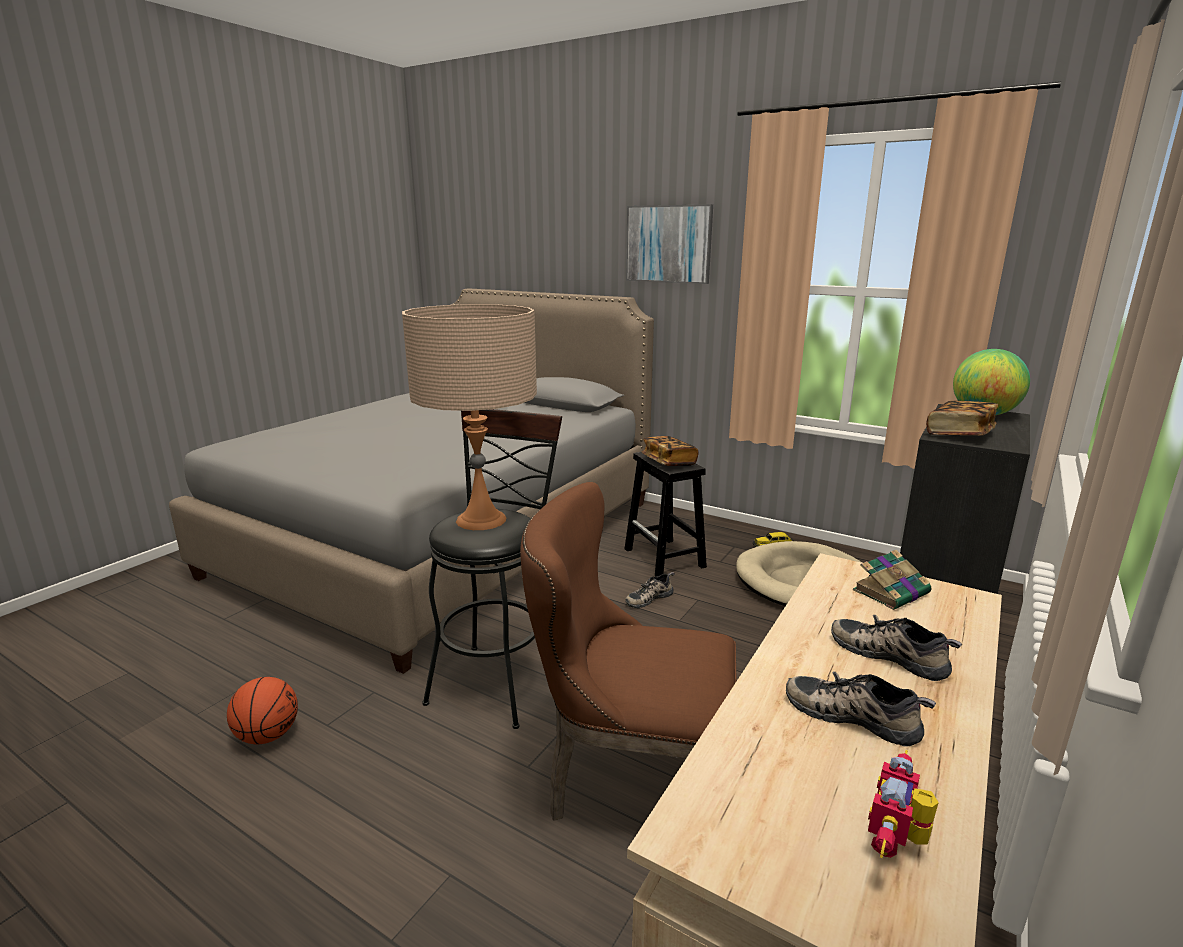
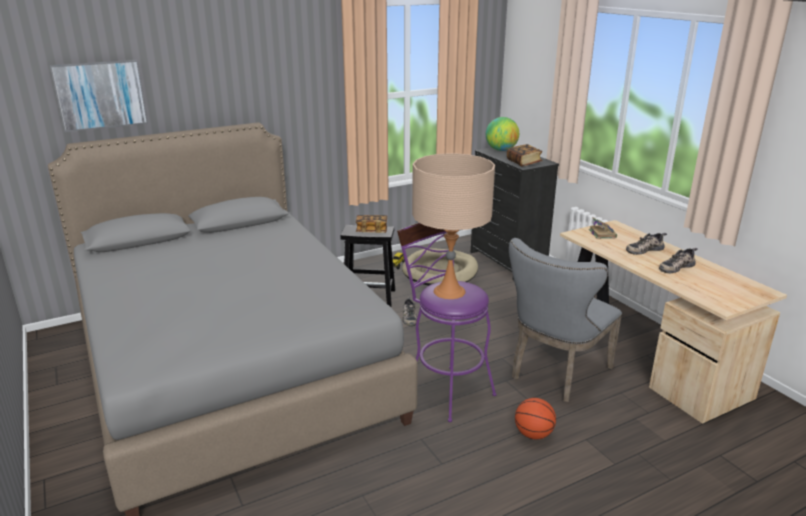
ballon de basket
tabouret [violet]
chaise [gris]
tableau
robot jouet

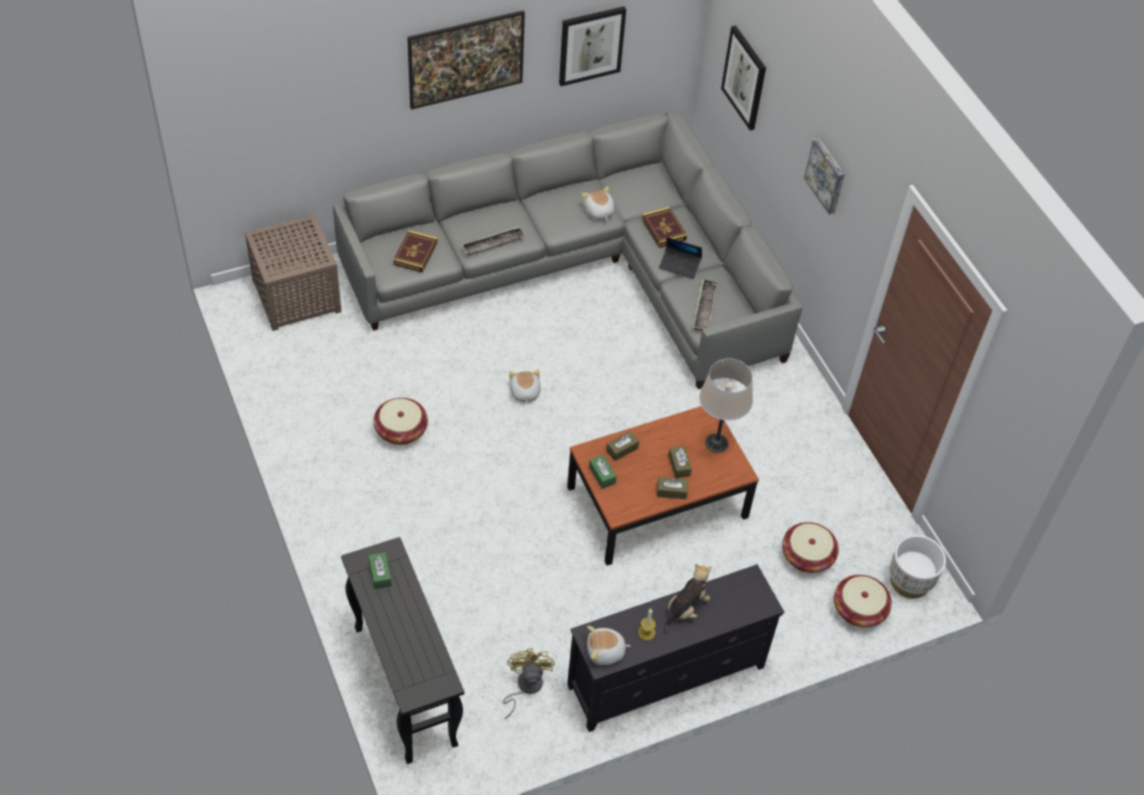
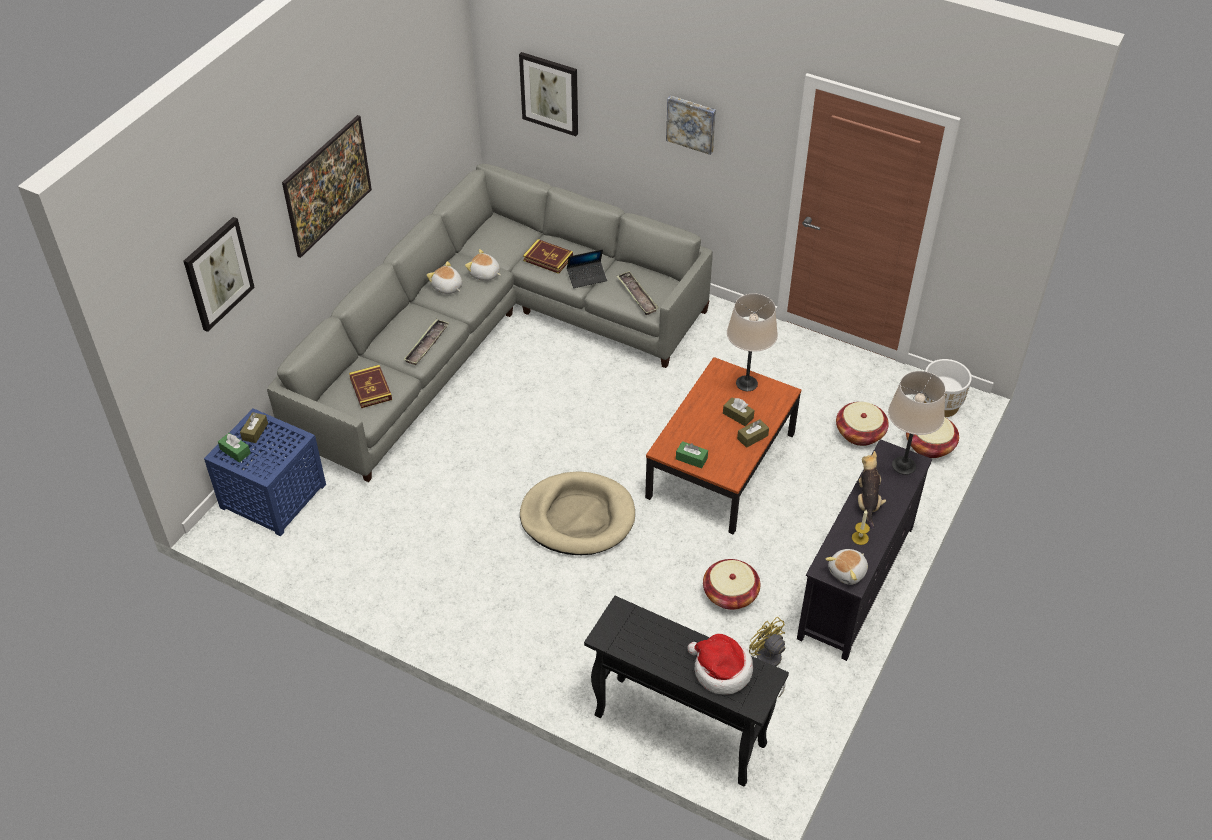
table d'appoint [bleu]
boîte à mouchoirs [vert] (1st from left)
panier (1st from left)
peluche (1st from left)
tableau (1st from left)
boîte à mouchoirs [marron] (1st from left)
panier pour chien [beige]
chapeau
lampe de table [beige] (2nd from left)

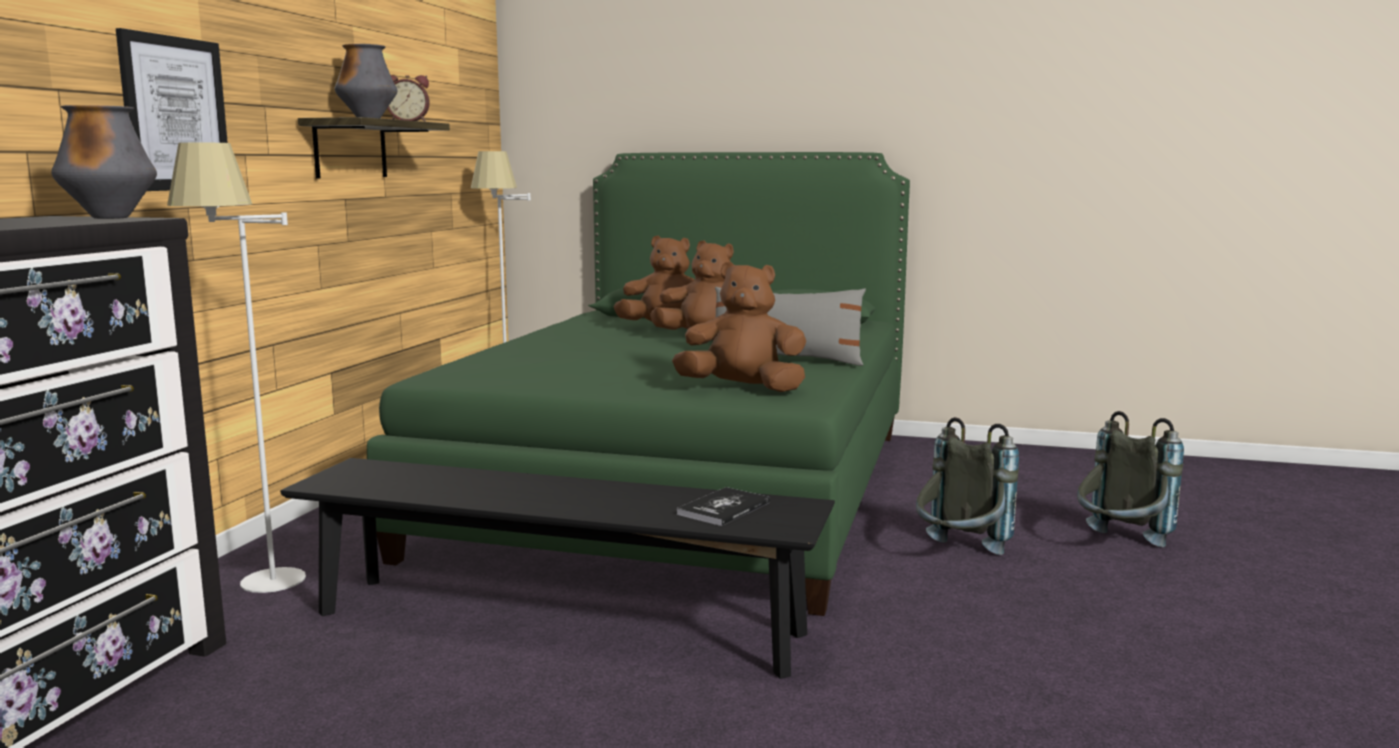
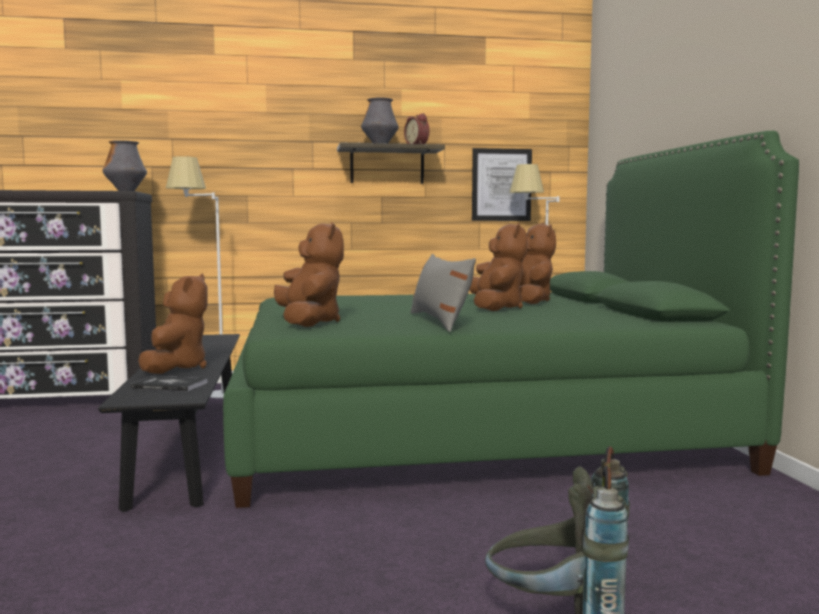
tableau
sac à dos [gris] (1st from left in the first image)
peluche [marron] (1st from left)

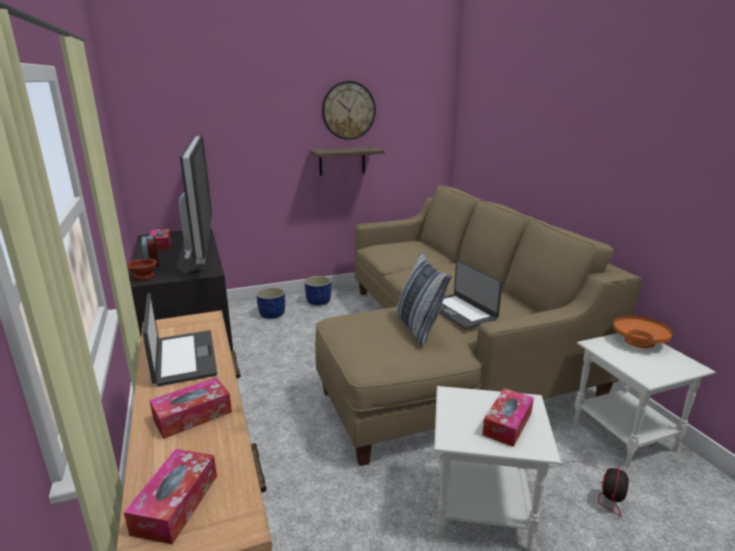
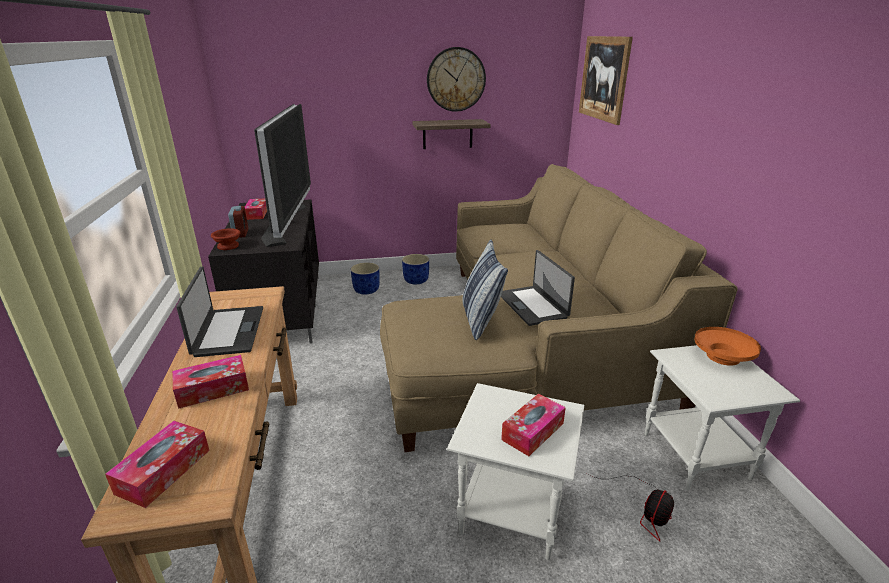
tableau

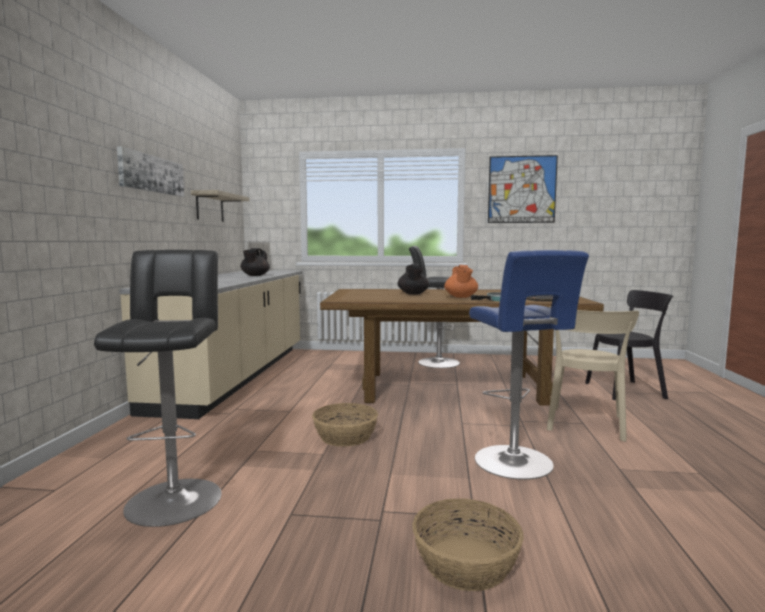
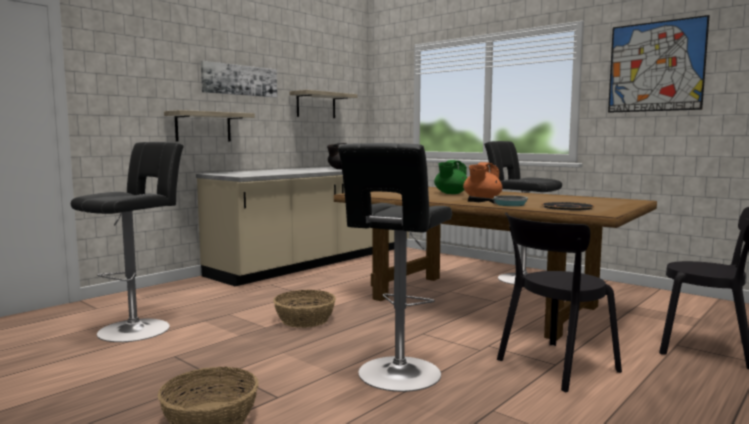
théière [vert]
tabouret [noir] (2nd from left)
chaise [noir] (1st from left)
étagère (1st from left)

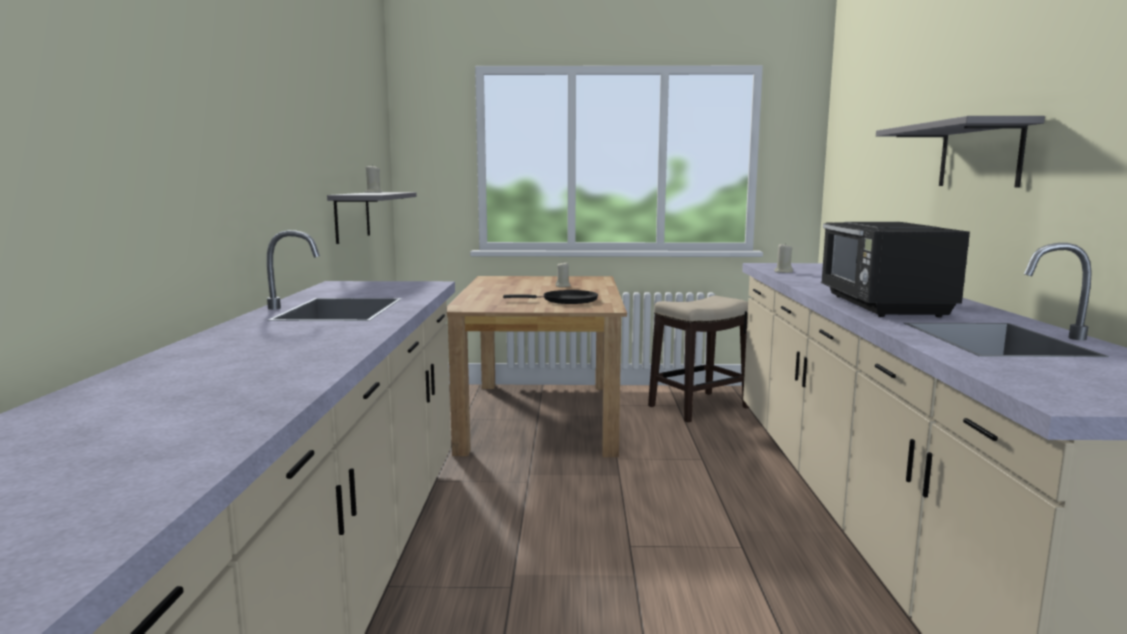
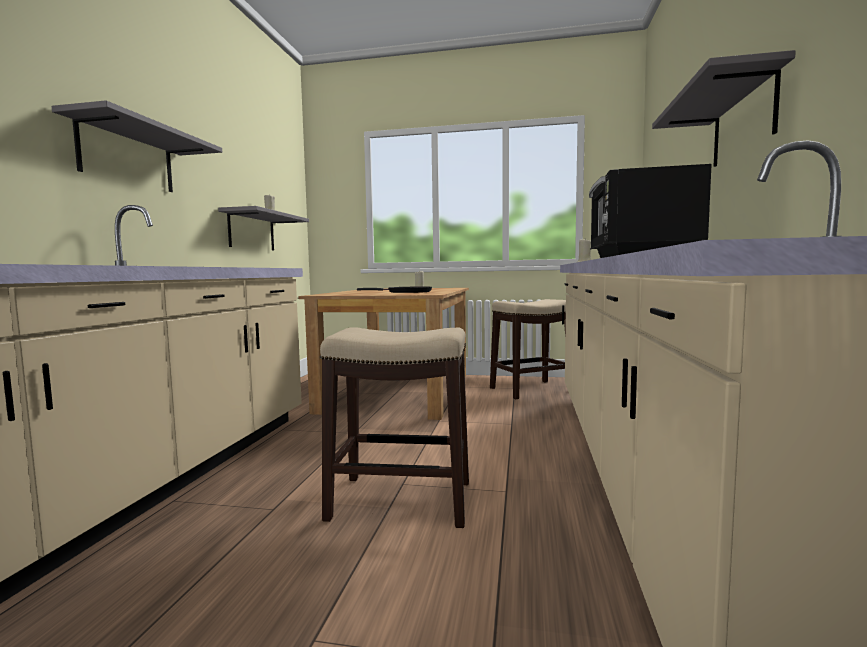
étagère [gris] (1st from left)
tabouret (1st from left)

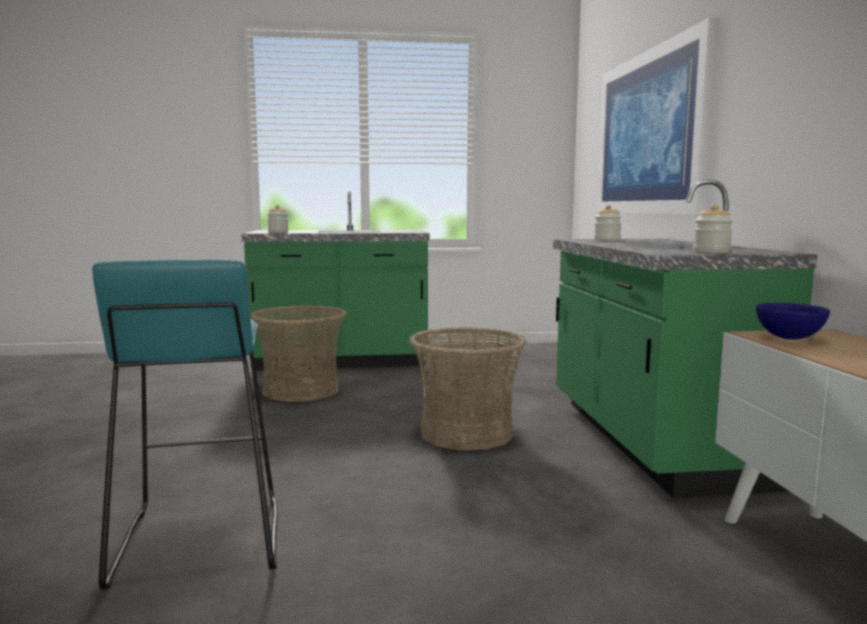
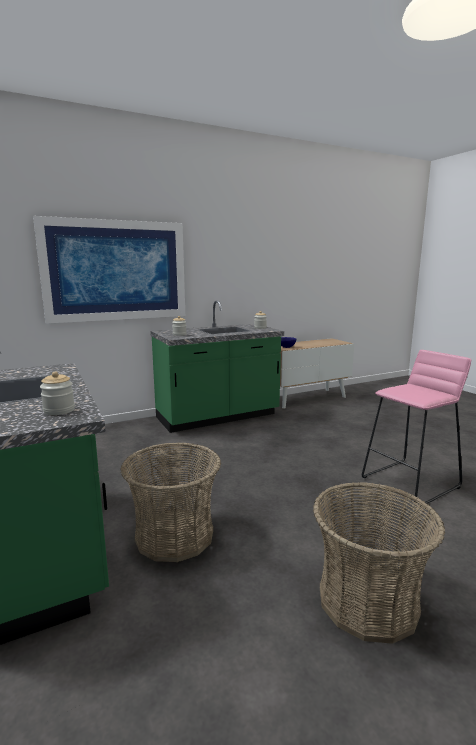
tabouret [rose]
panier (2nd from left)

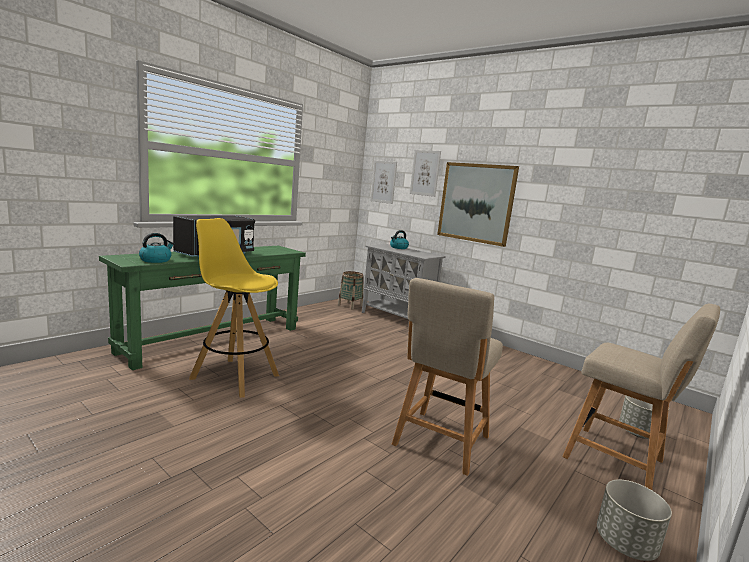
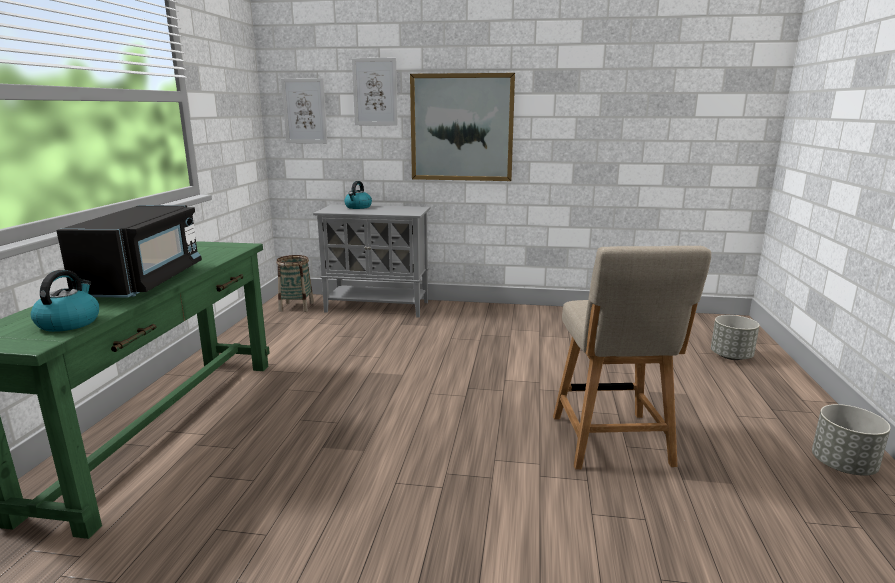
tabouret [jaune]
chaise [beige] (2nd from left in the first image)

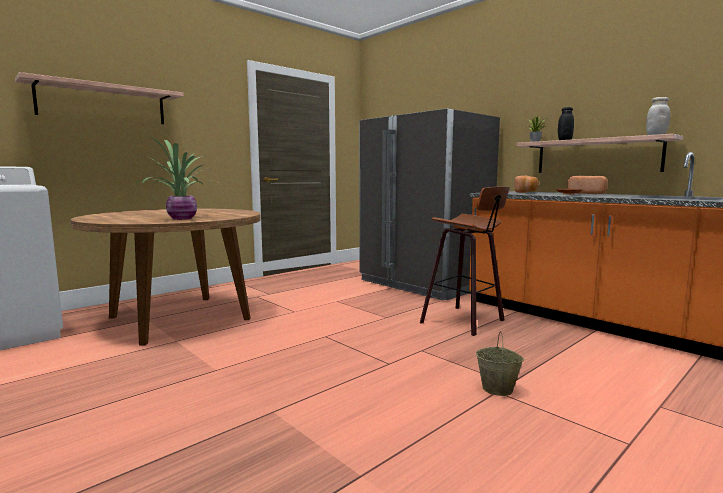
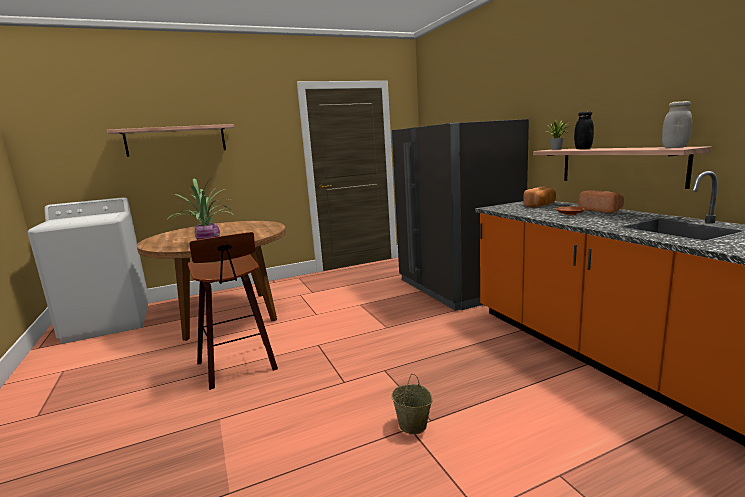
tabouret

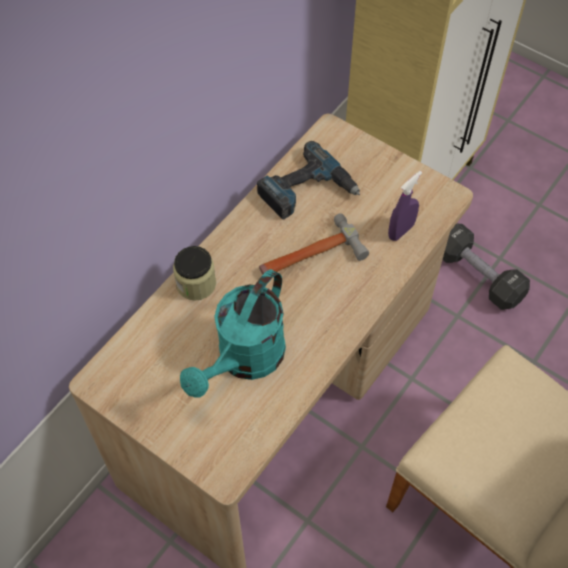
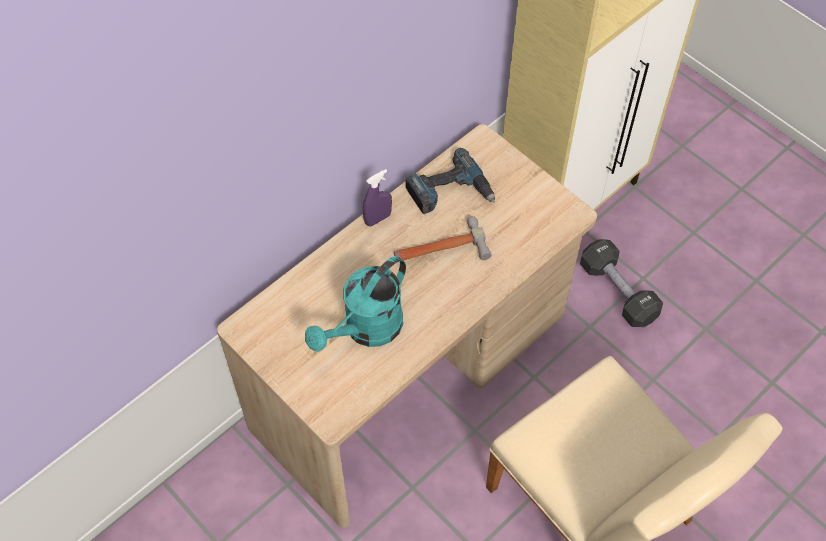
bocal
vaporisateur [violet]

